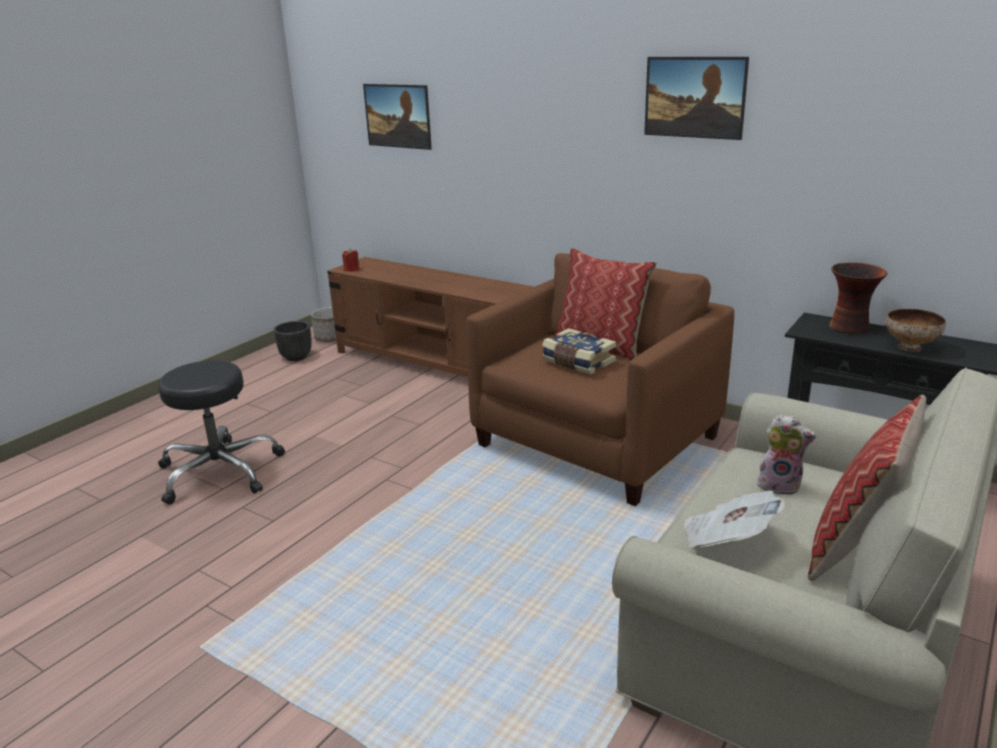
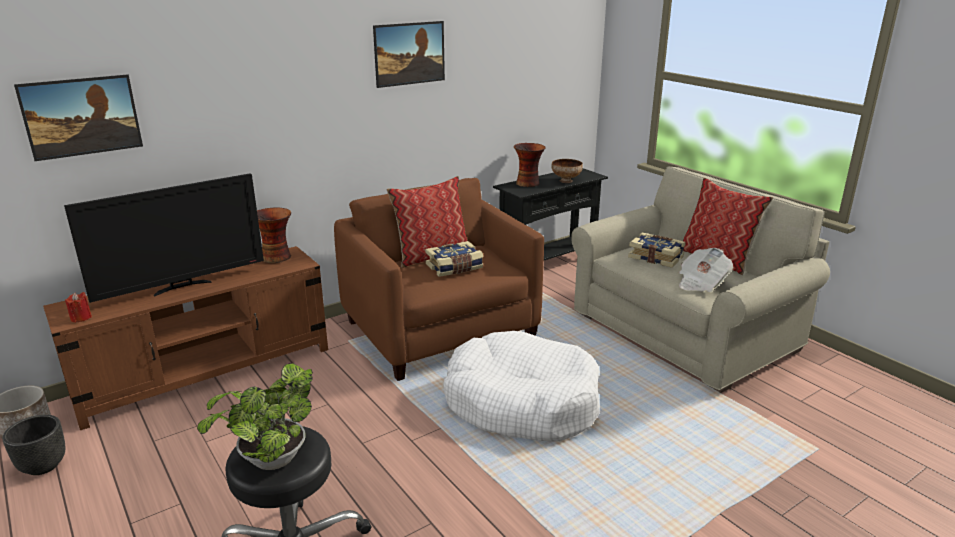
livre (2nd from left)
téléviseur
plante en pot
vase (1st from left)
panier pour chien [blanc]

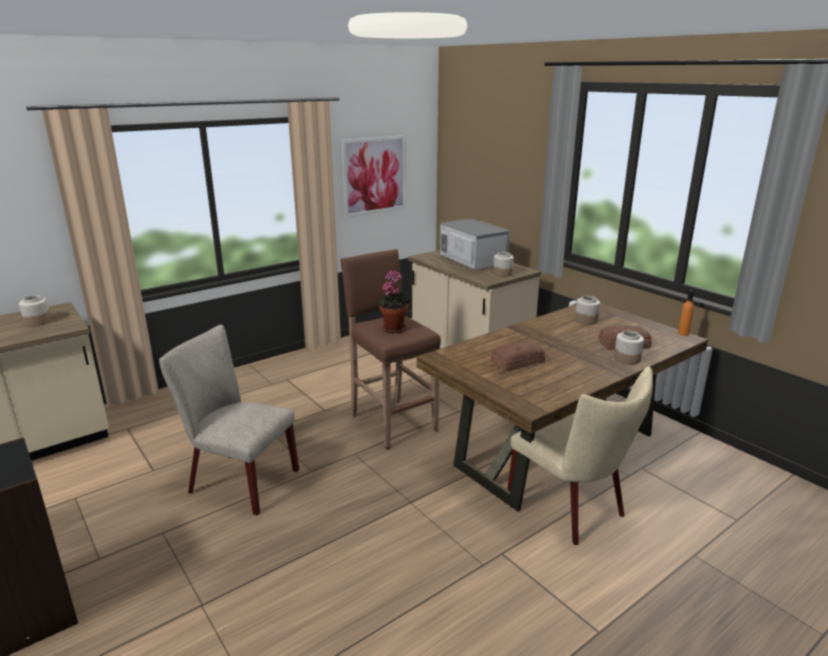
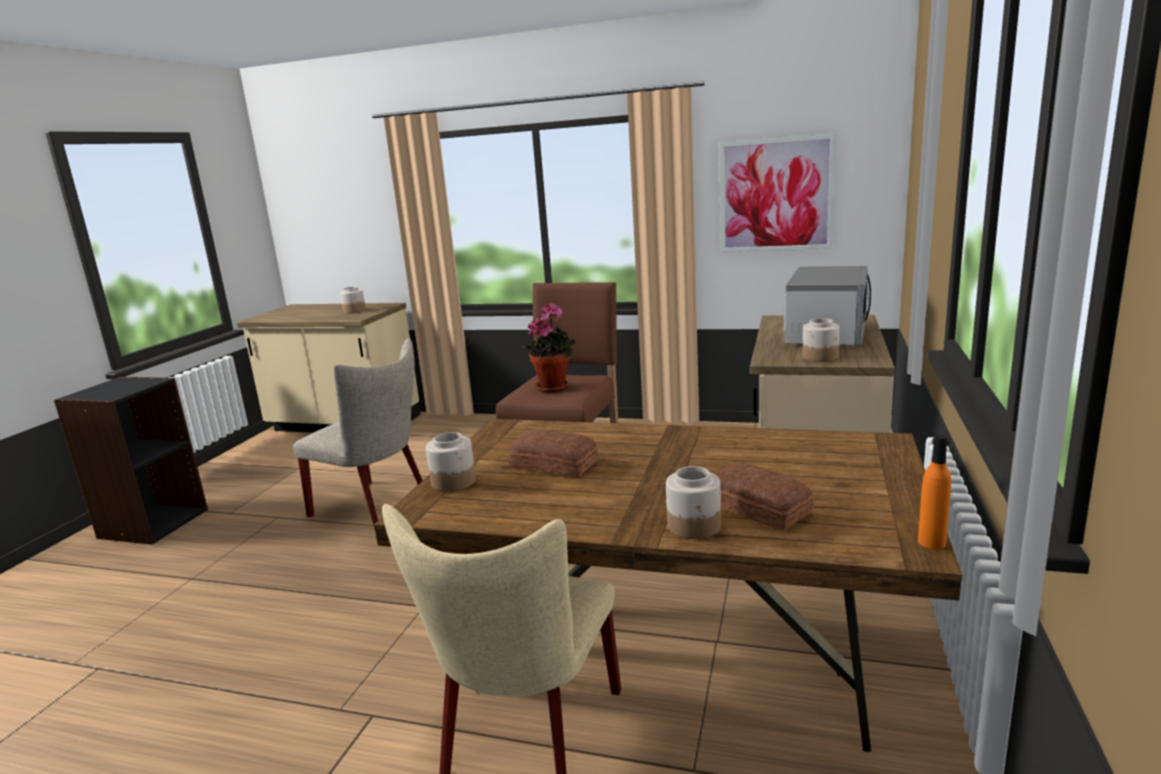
chaise [beige] (1st from left)
bocal (2nd from left)

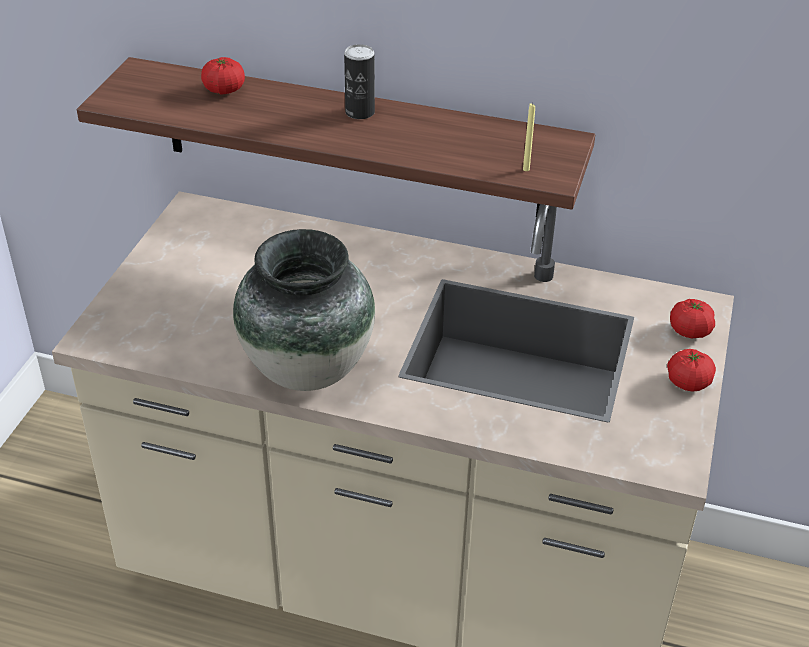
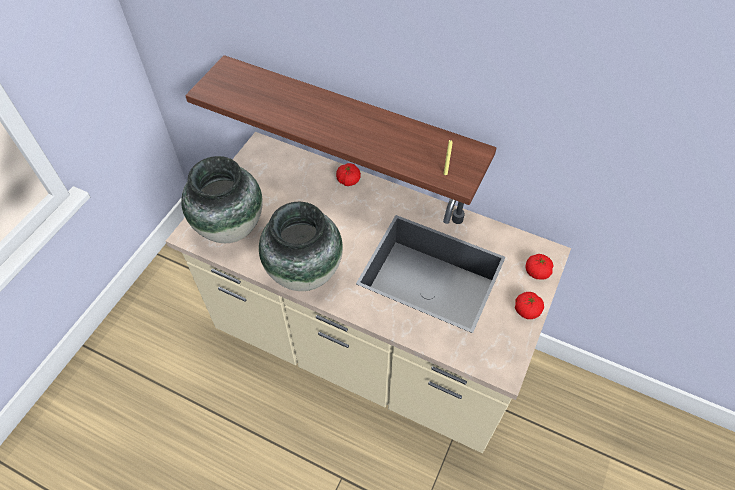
tomate (1st from left)
boîte métallique
vase (1st from left)

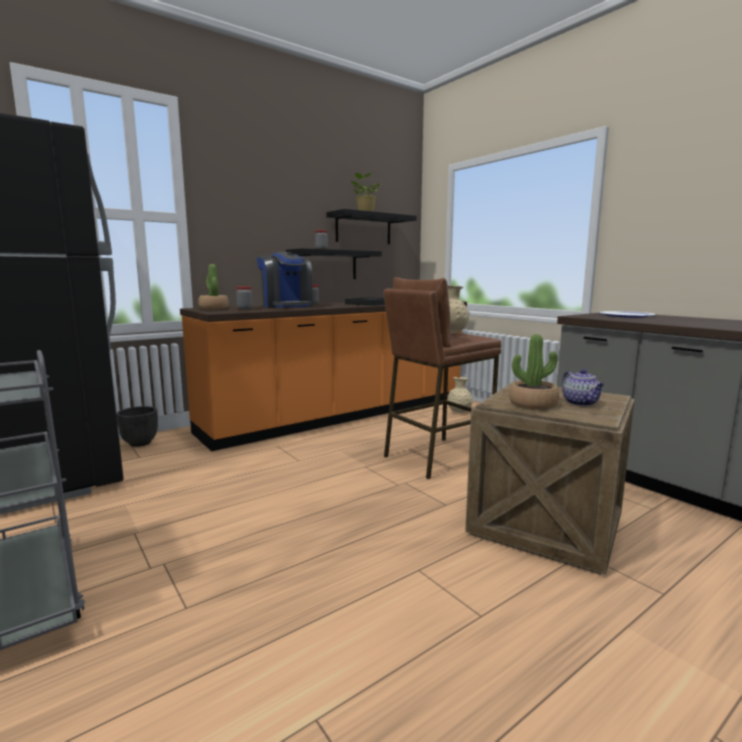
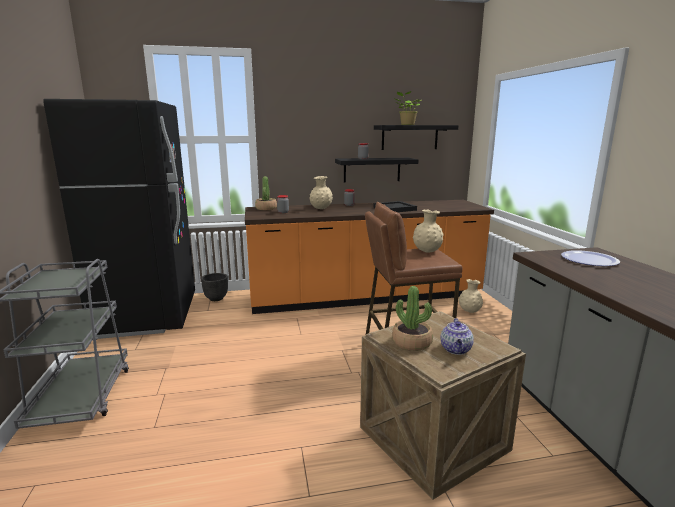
vase [beige] (1st from left)

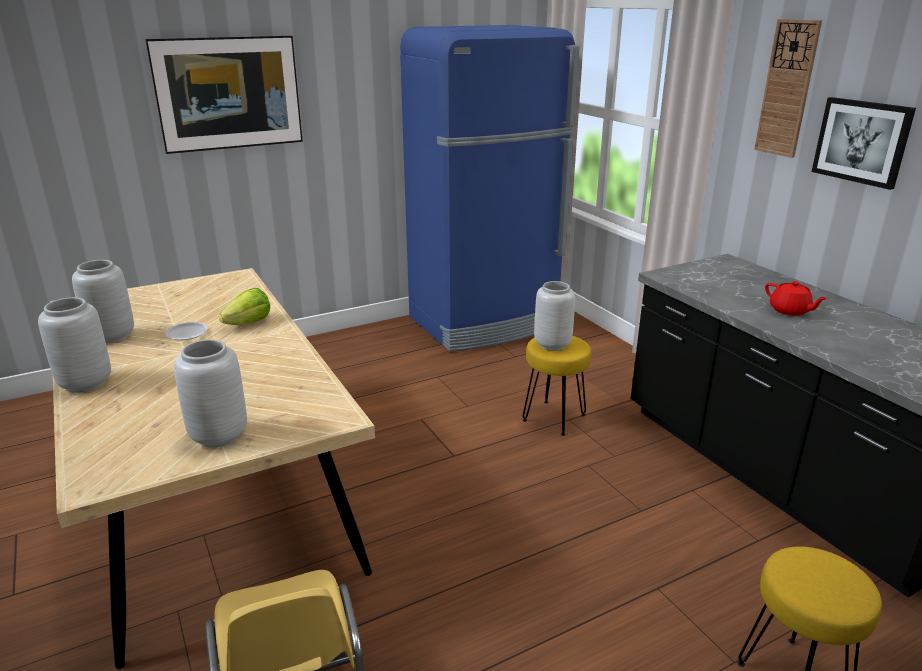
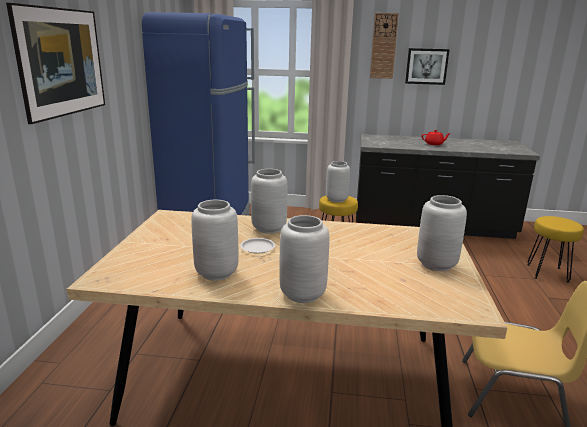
vase [gris] (2nd from left)

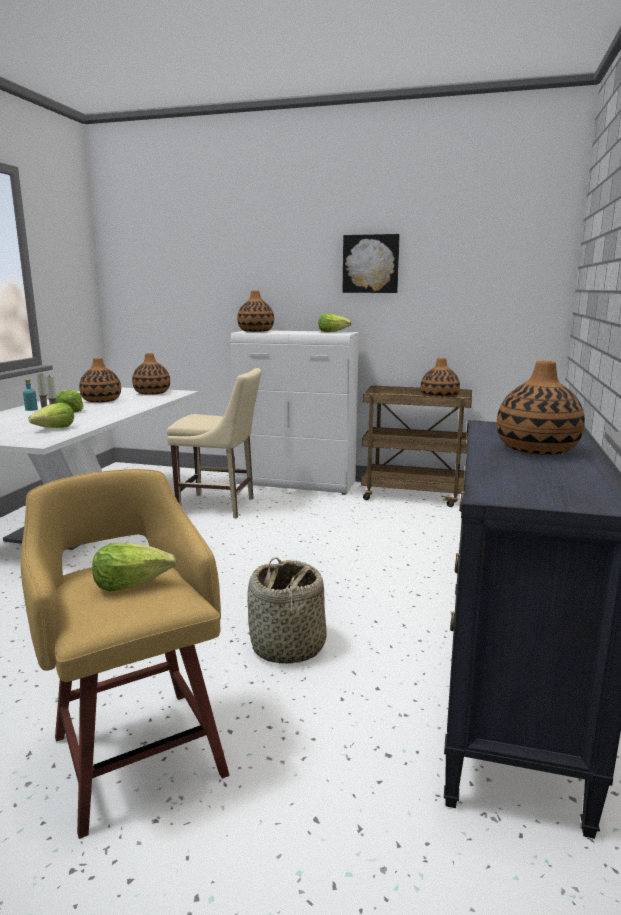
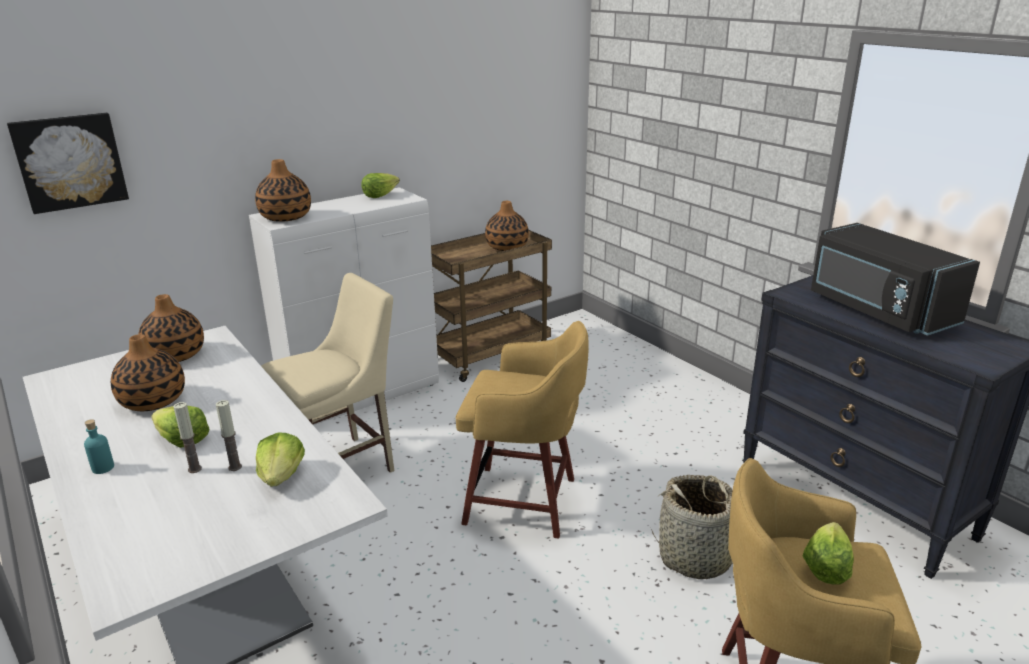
tableau
micro-ondes [noir]
tabouret [jaune] (1st from left)

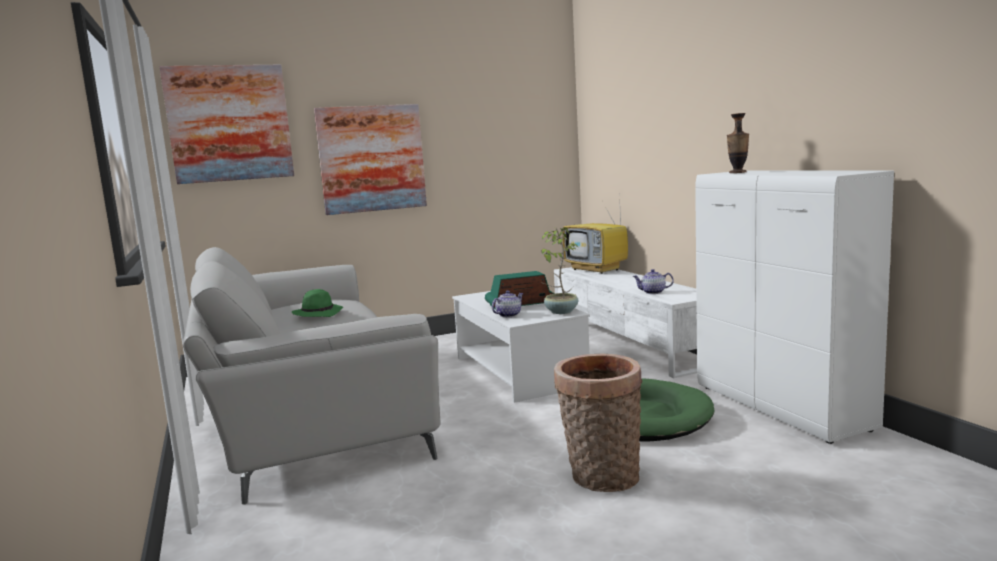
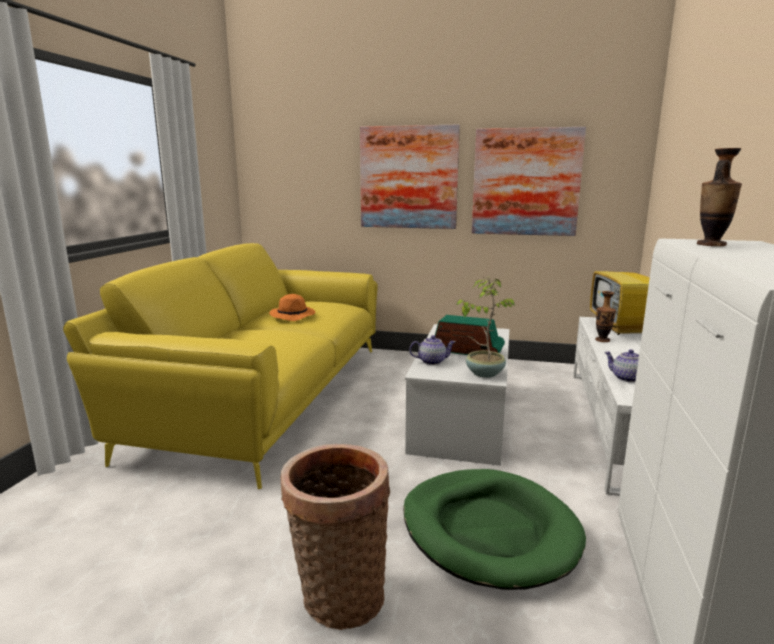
tableau (2nd from left)
canapé [jaune]
chapeau [orange]
vase (1st from left)

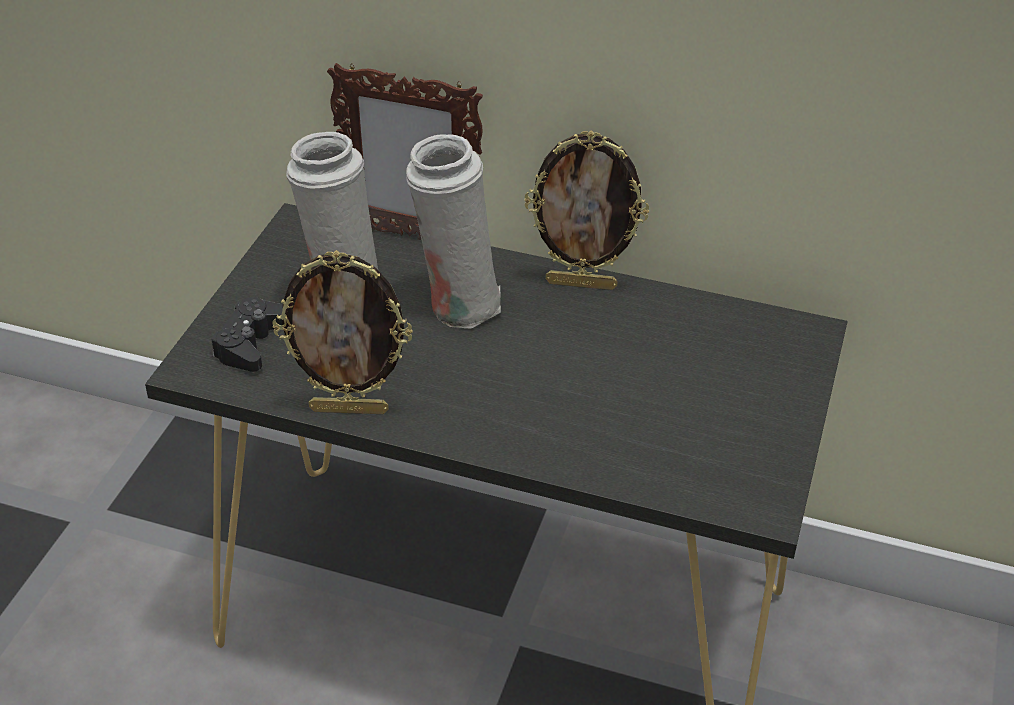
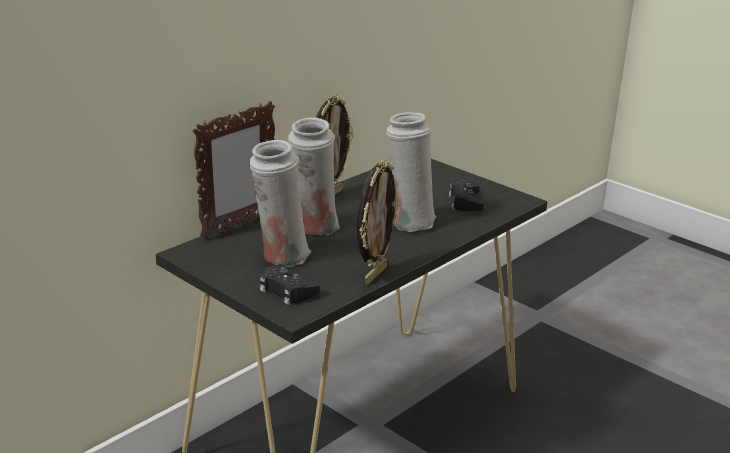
vase [blanc] (3rd from left)
manette [noir] (2nd from left)

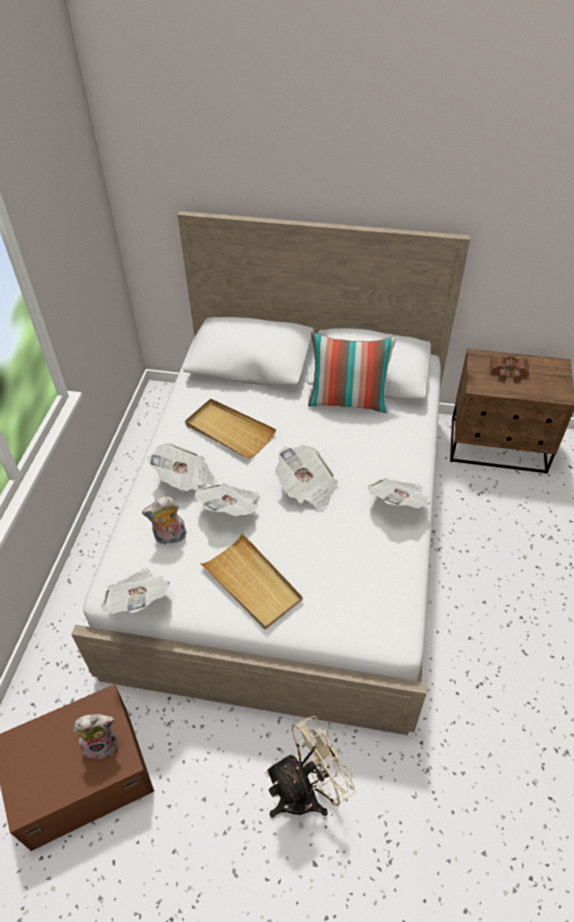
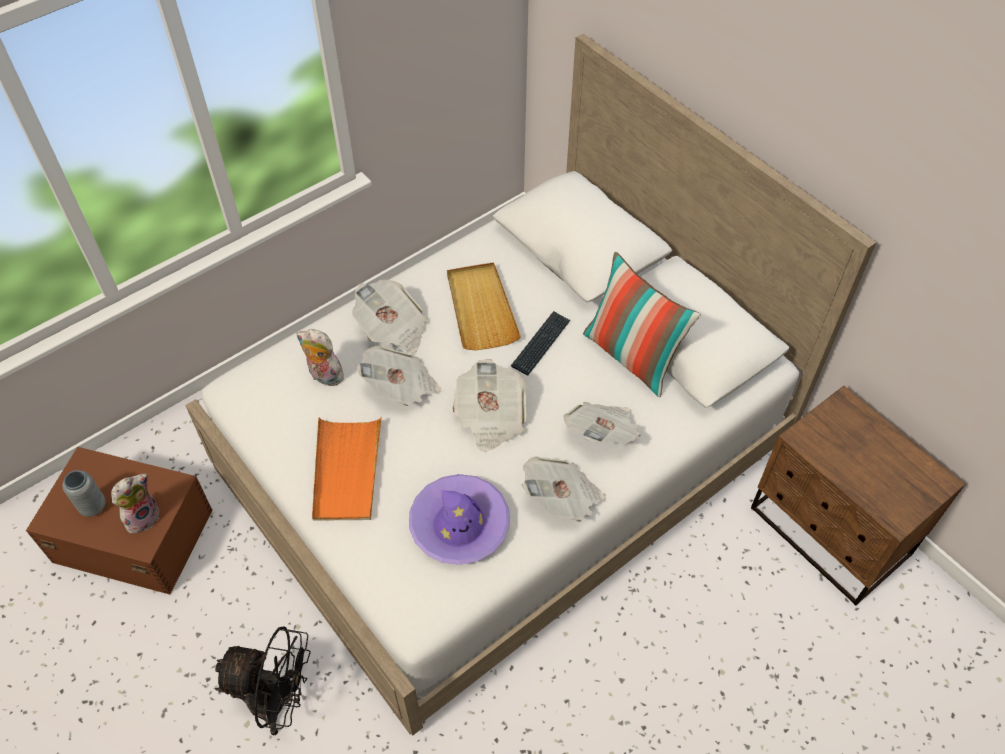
peluche (1st from left)
journal (5th from left)
plateau [orange]
ventilateur [noir]
jumelles [marron]
vase [gris]
chapeau [violet]
clavier

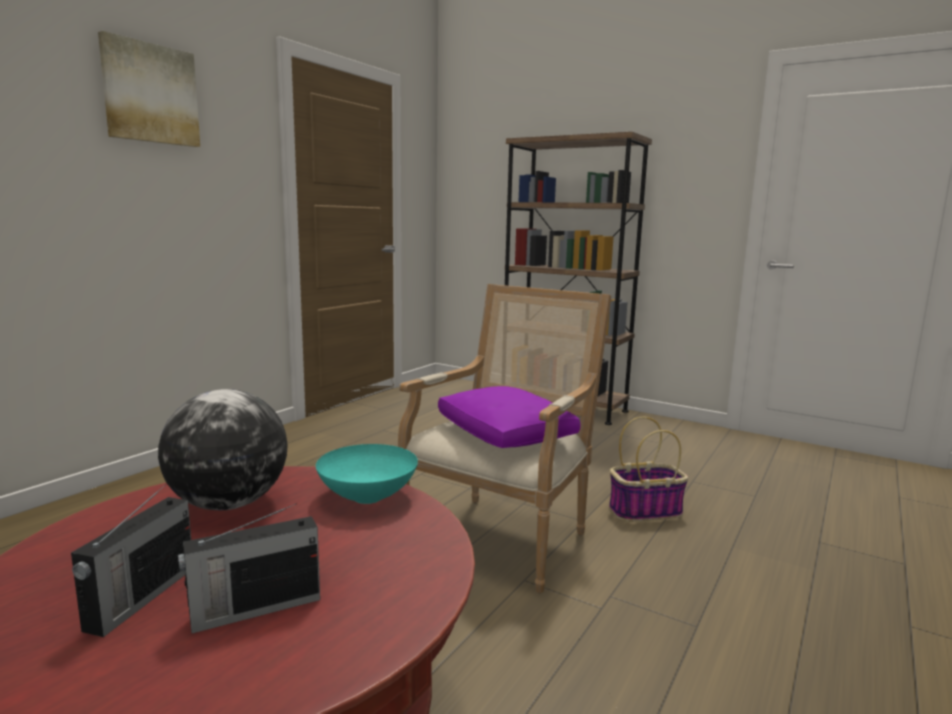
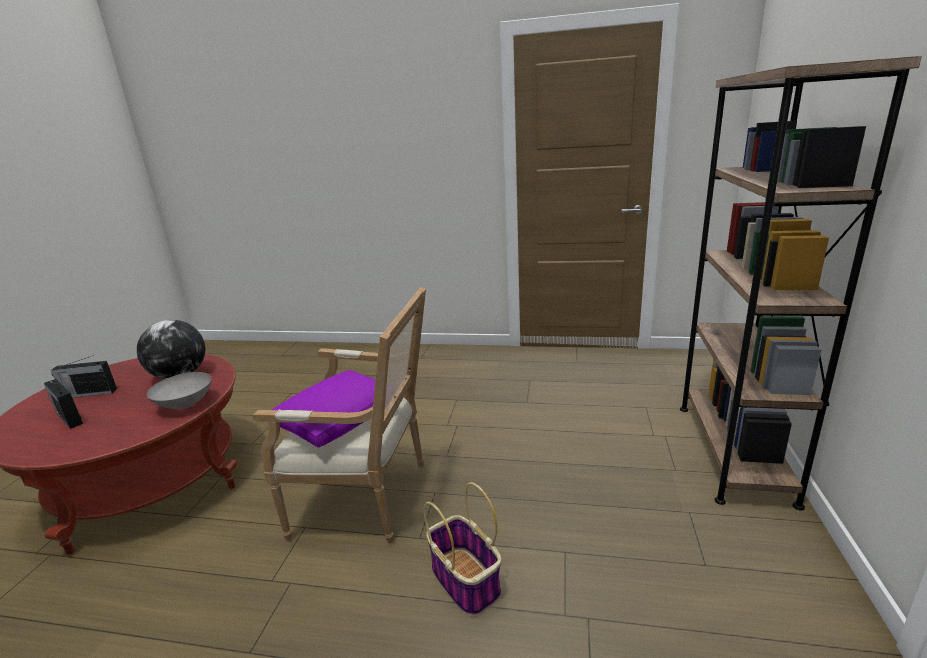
tableau
bol [gris]

